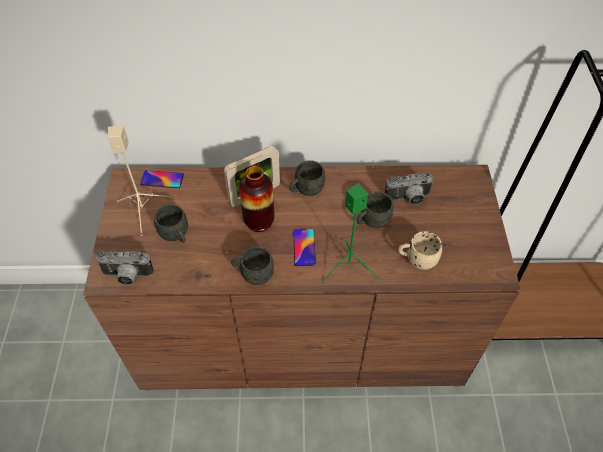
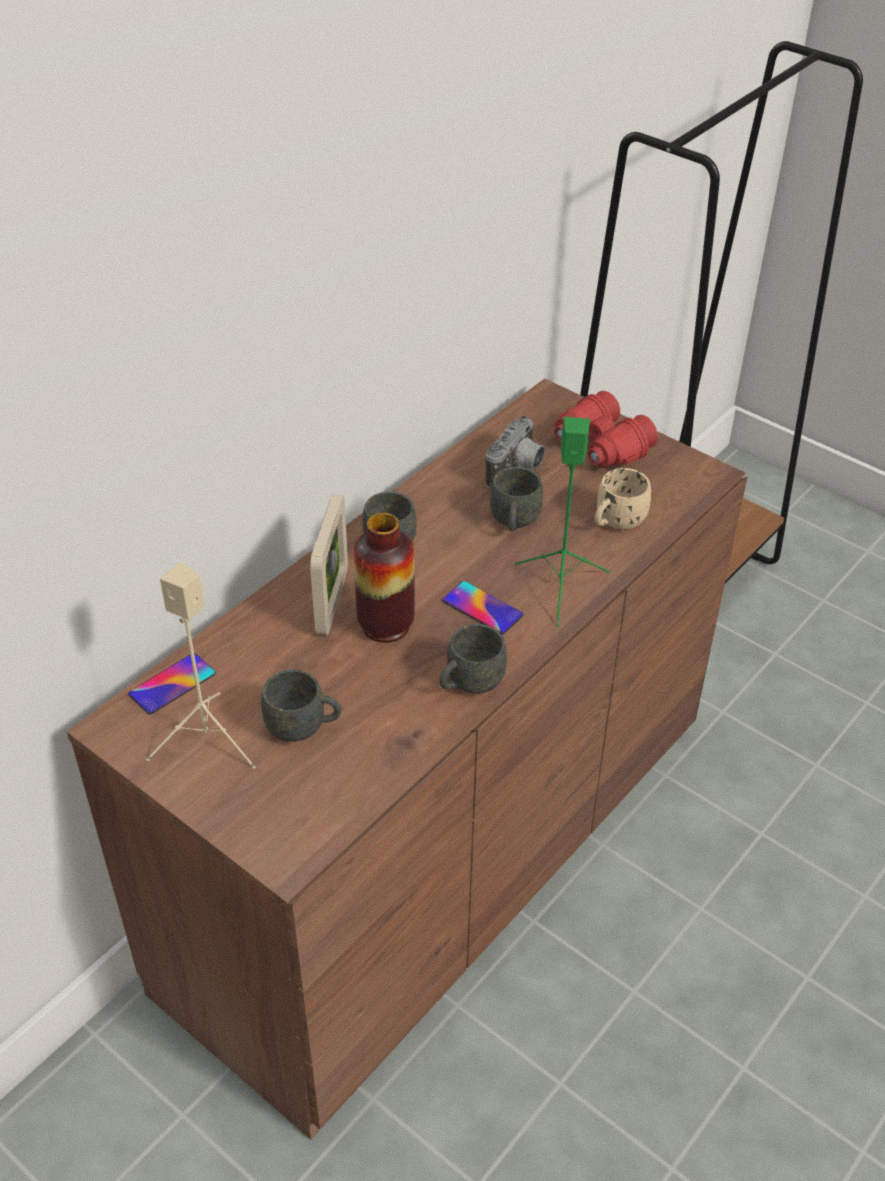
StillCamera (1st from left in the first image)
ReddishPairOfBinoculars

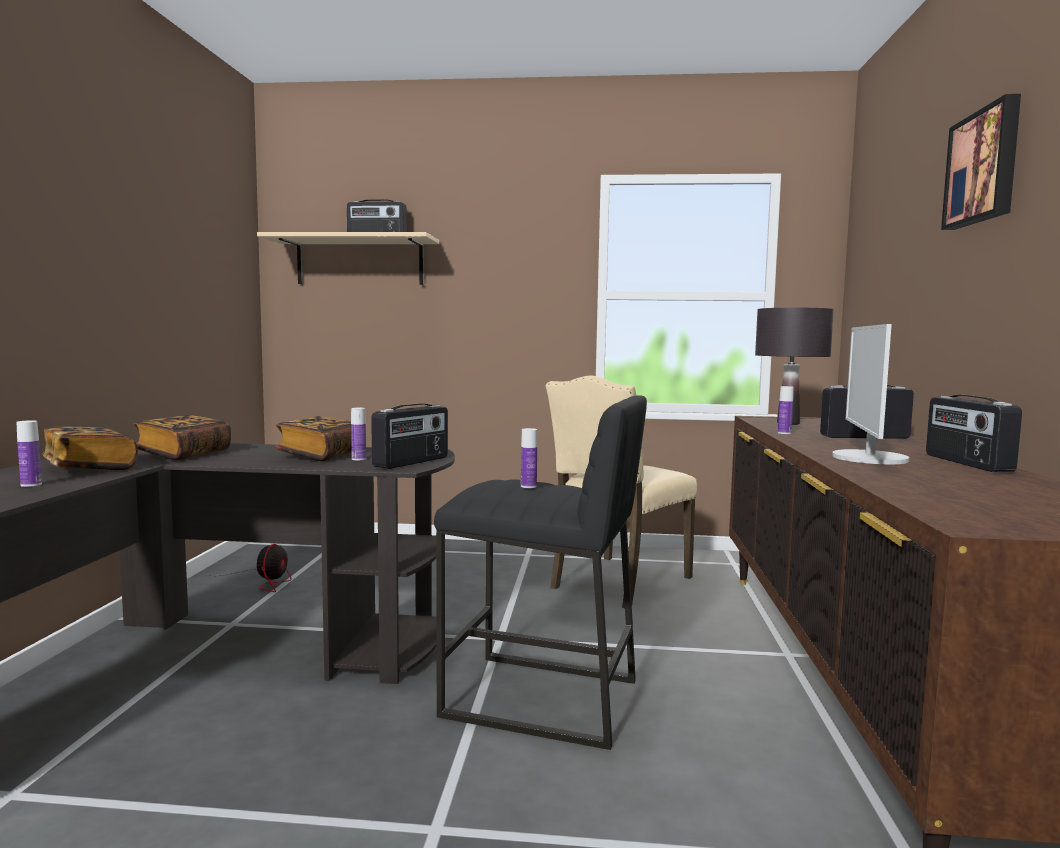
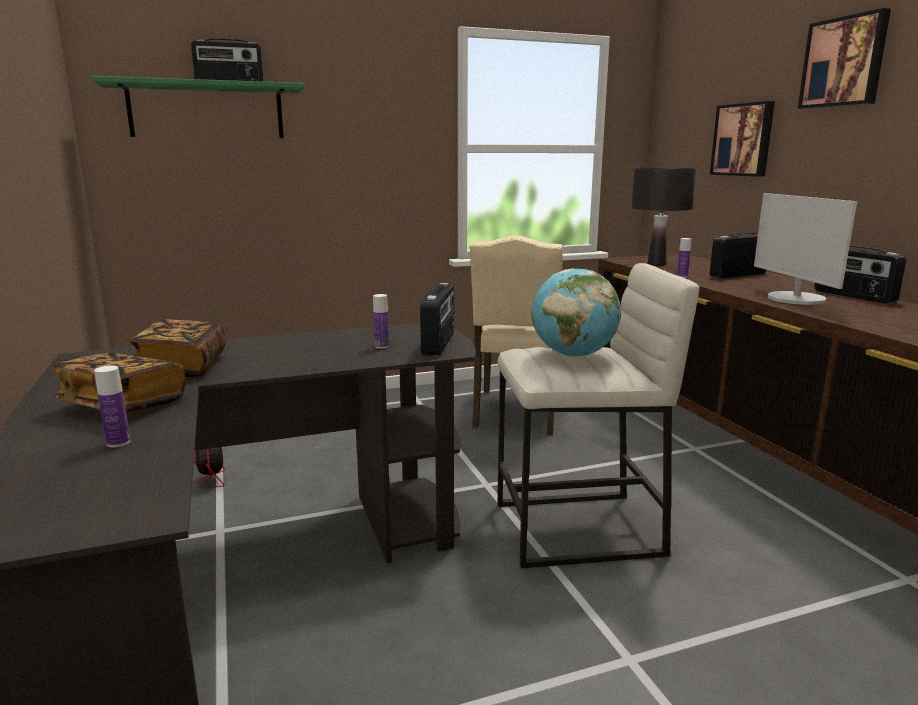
GreenWallShelf
BoundBook (3rd from left in the first image)
SandColouredStool
Globe
WallPicture (1st from left)

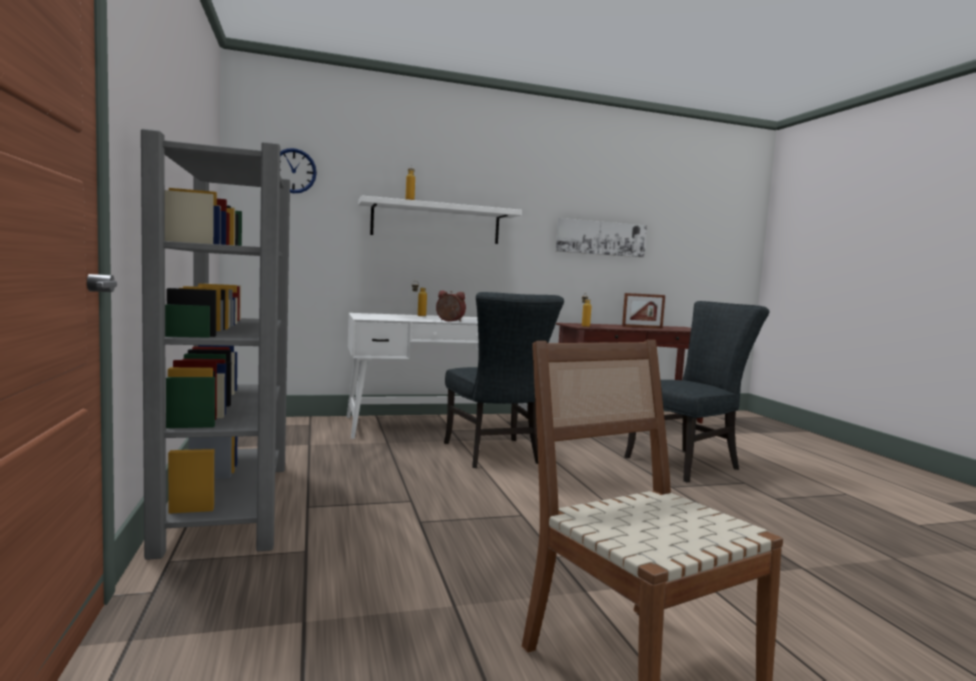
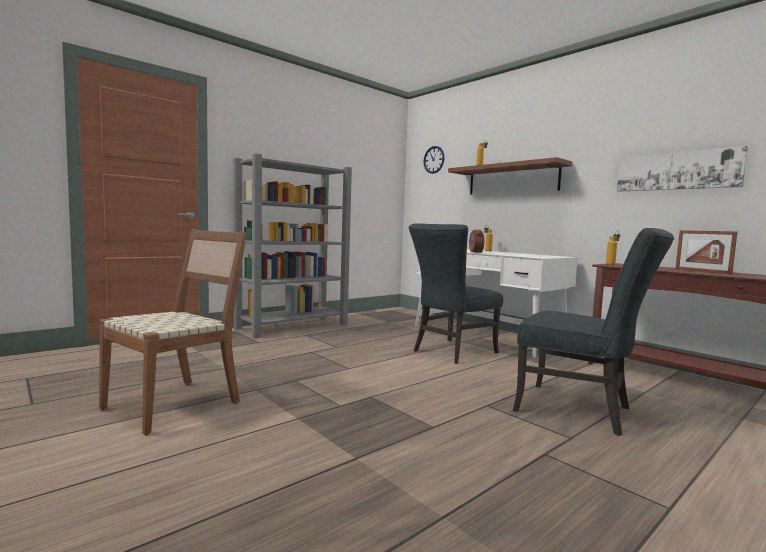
BrownishWallShelf

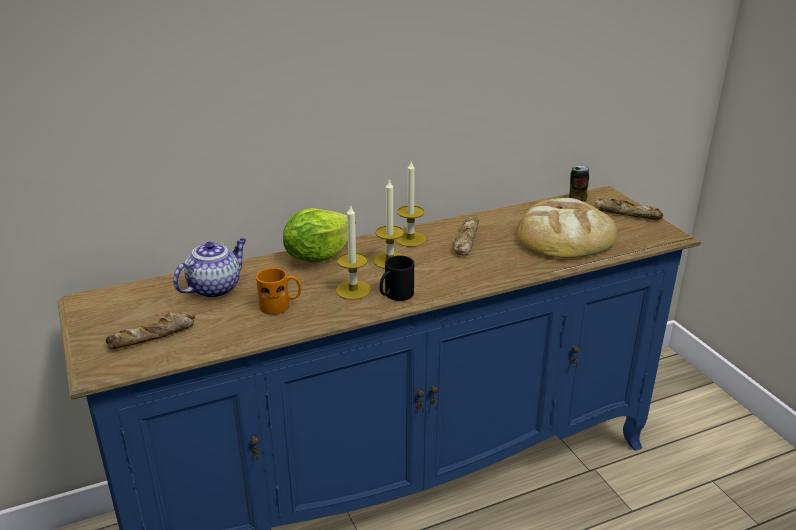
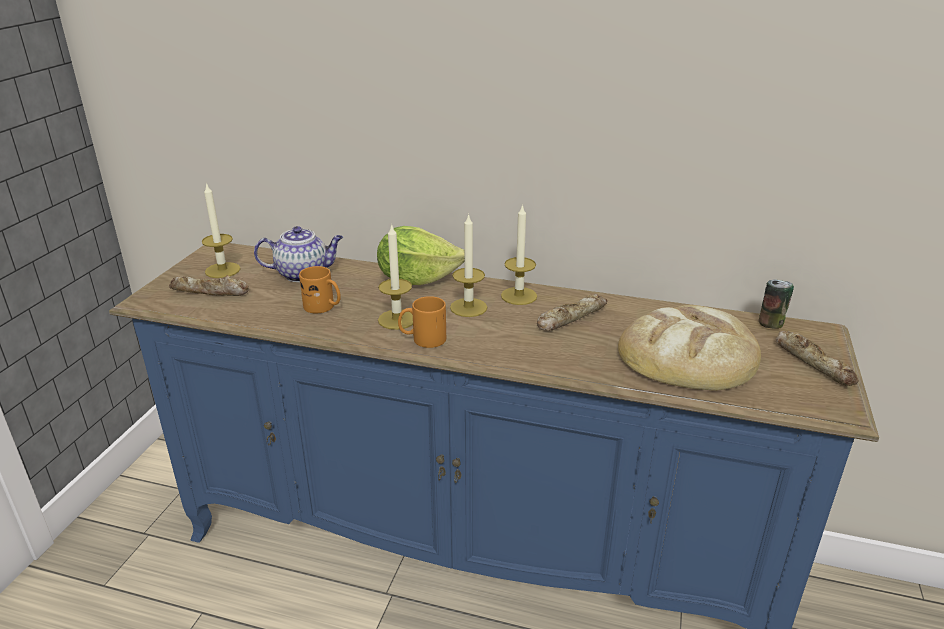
OrangeyMug (2nd from left)
WaxLight (1st from left)

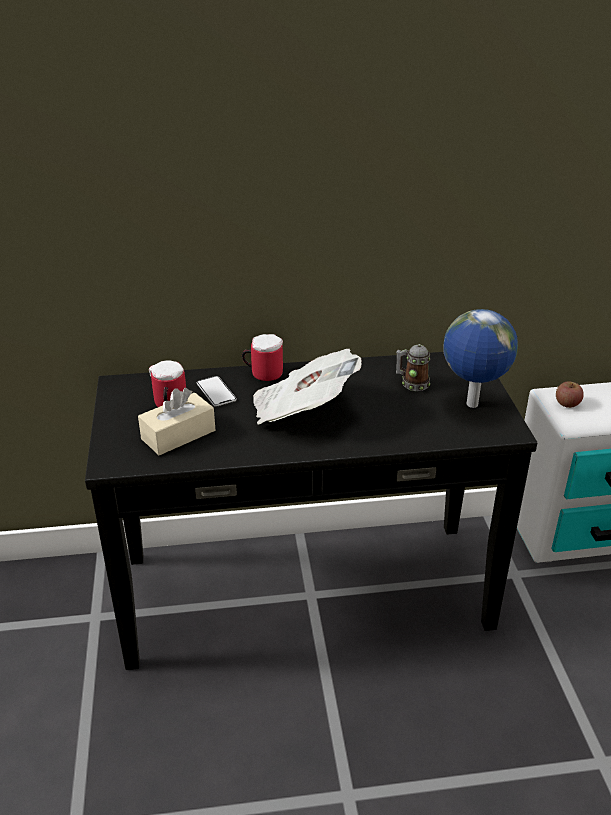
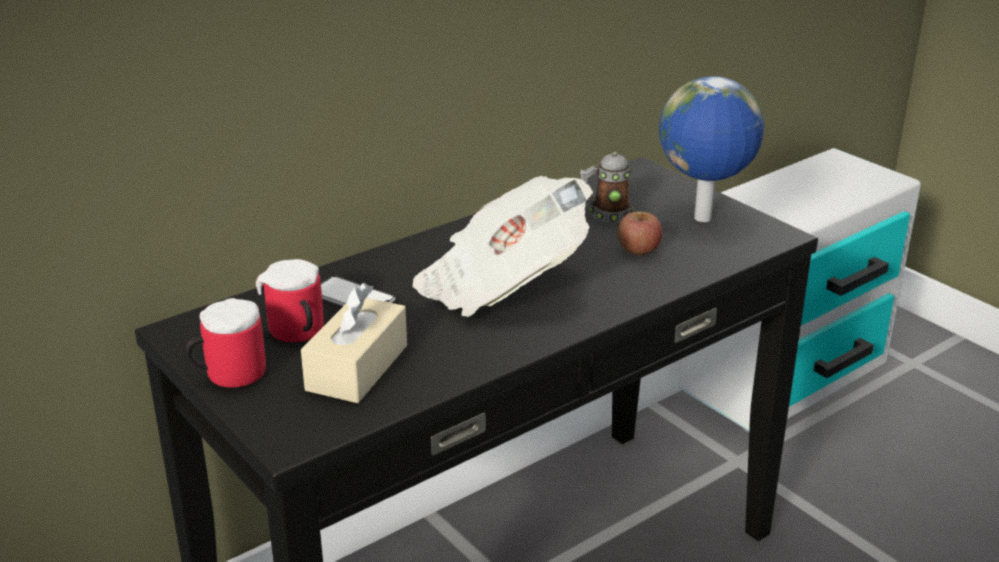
Mug (1st from left)
WholeApple

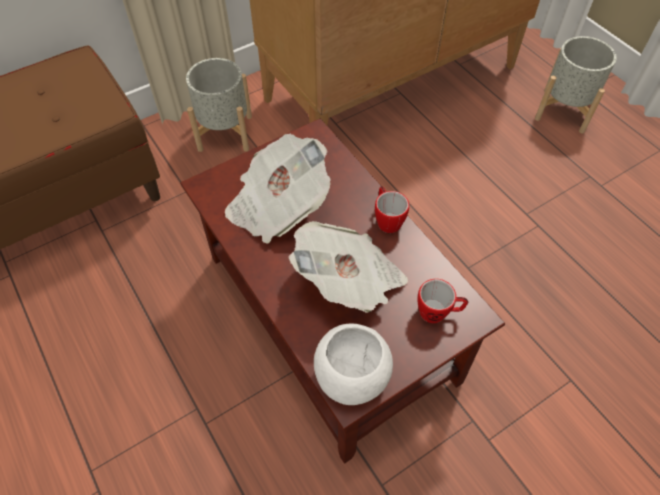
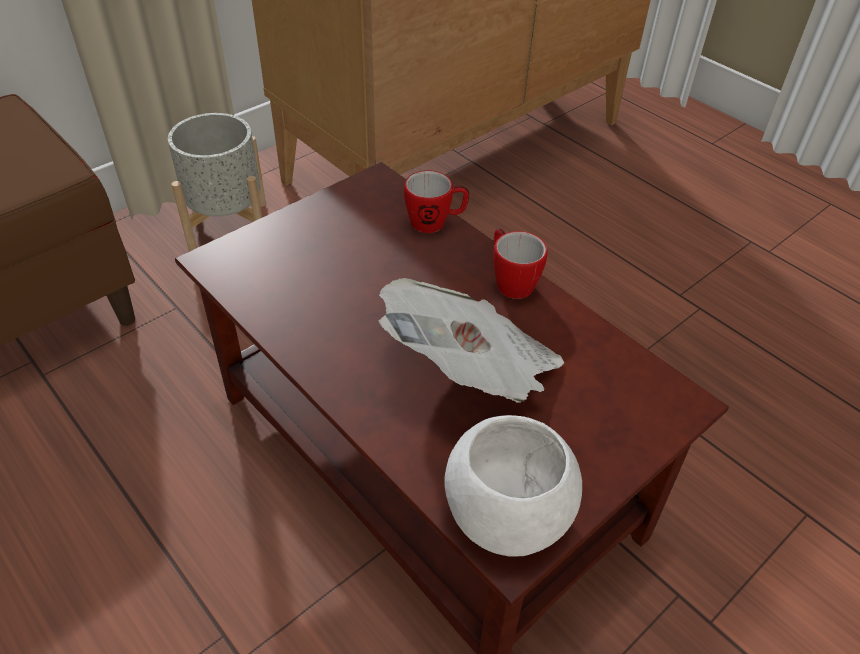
PrintedPaper (1st from left in the first image)
Mug (1st from left)
GreyPlanter (2nd from left in the first image)

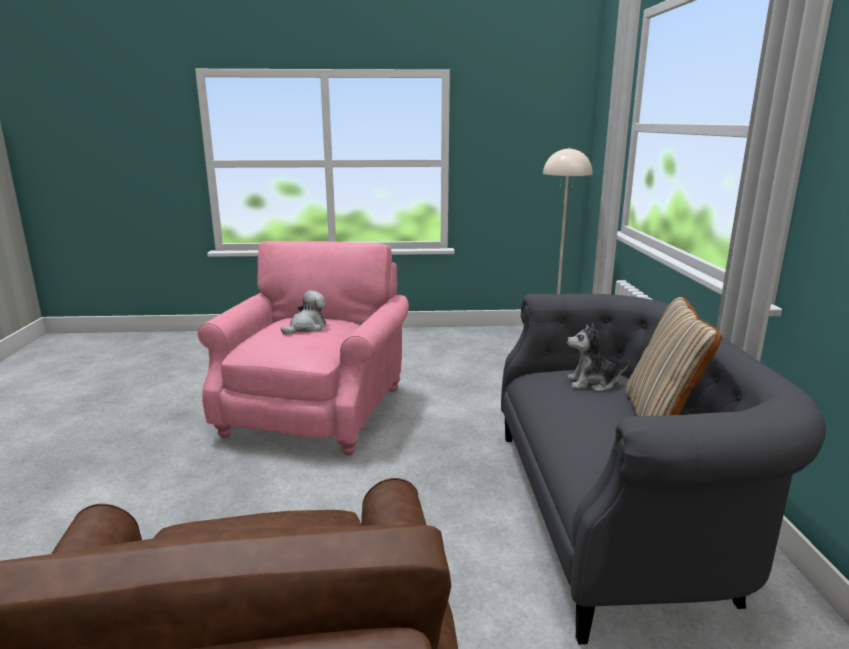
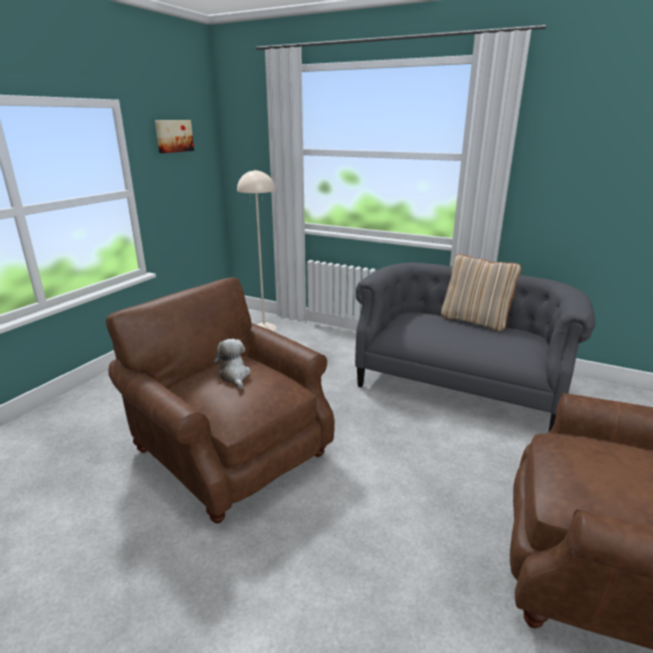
BrownishEasyChair (1st from left)
PlushToy (2nd from left in the first image)
WallPicture

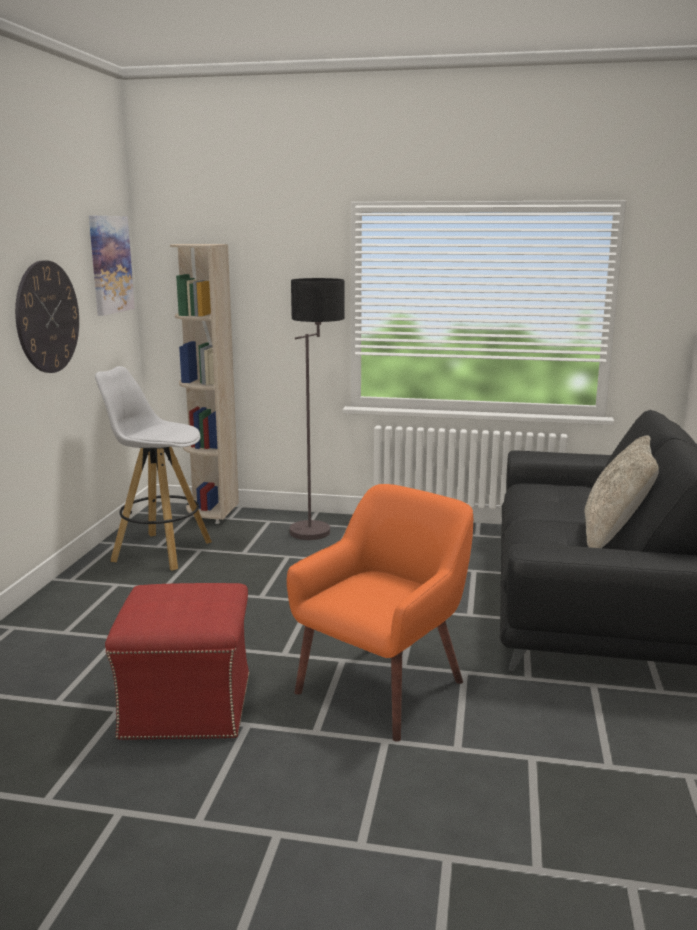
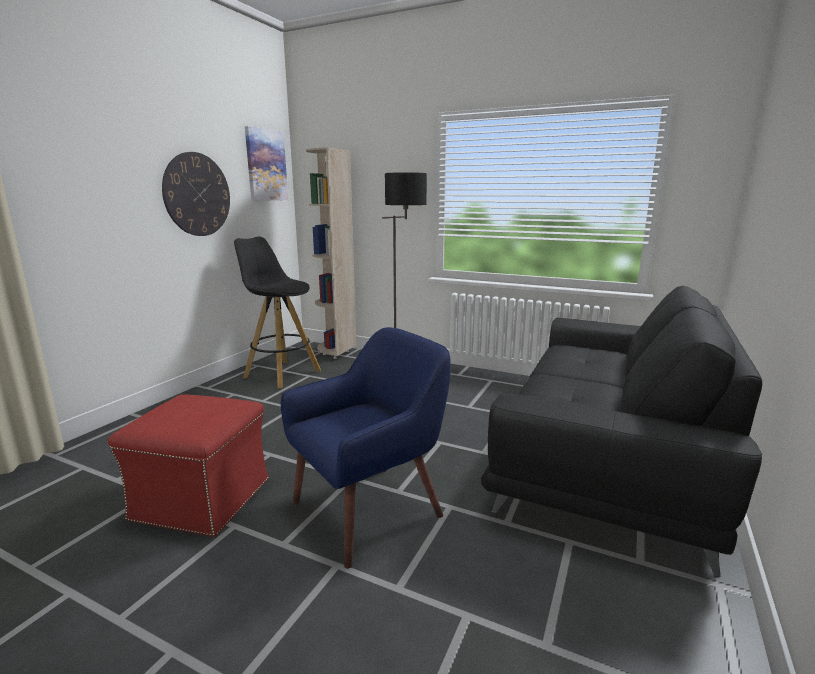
BlackColouredStool
BlueEasyChair
SandColouredPillow

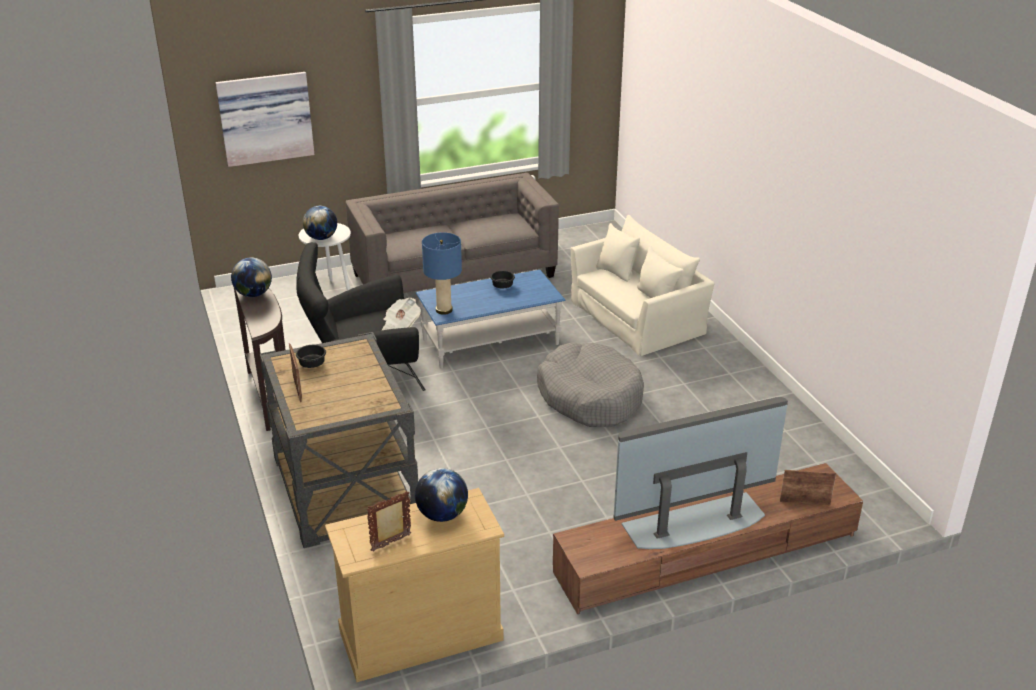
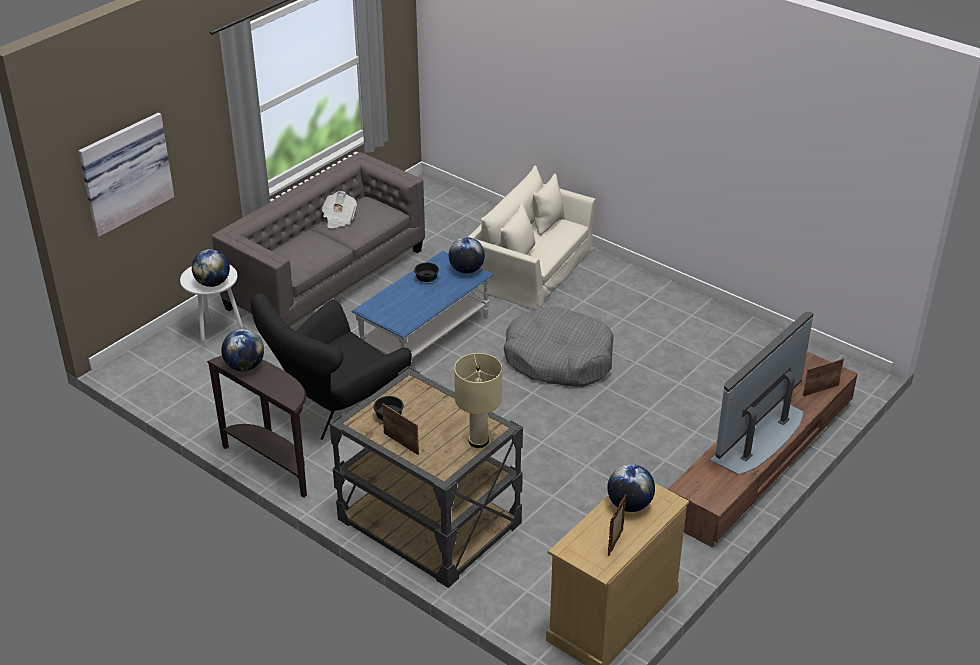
PrintedPaper
BlueTabletopLamp
SandColouredEasyChair
Globe (3rd from left)
SandColouredTabletopLamp

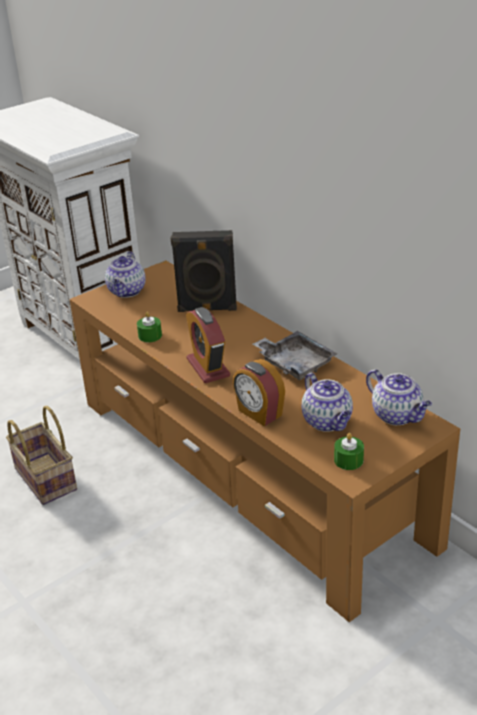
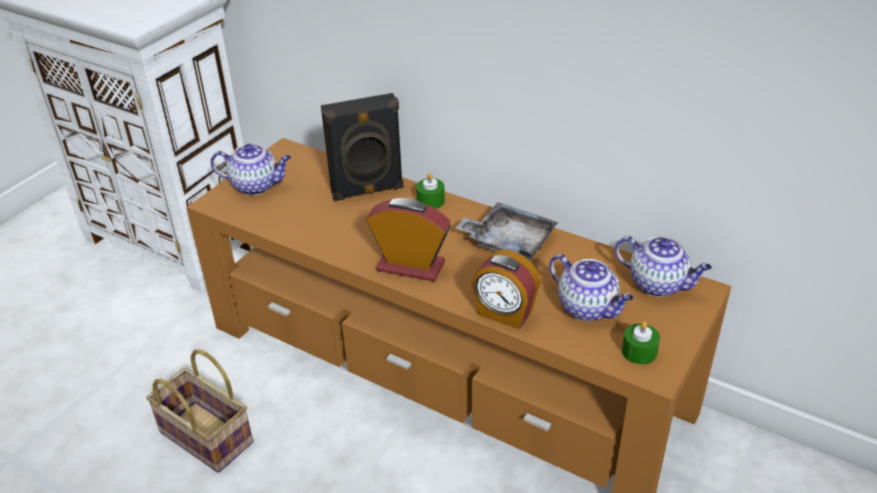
TeaPot (1st from left)
GreenWaxLight (1st from left)
AlarmClock (1st from left)

